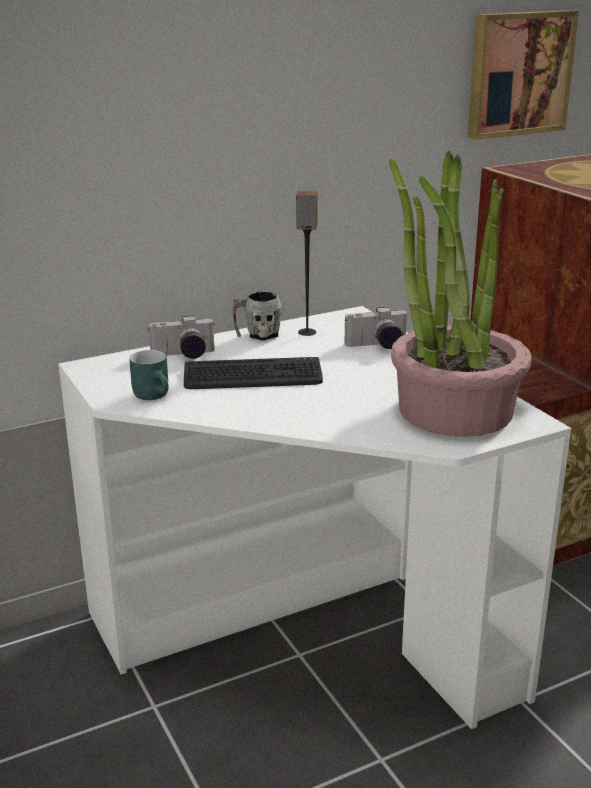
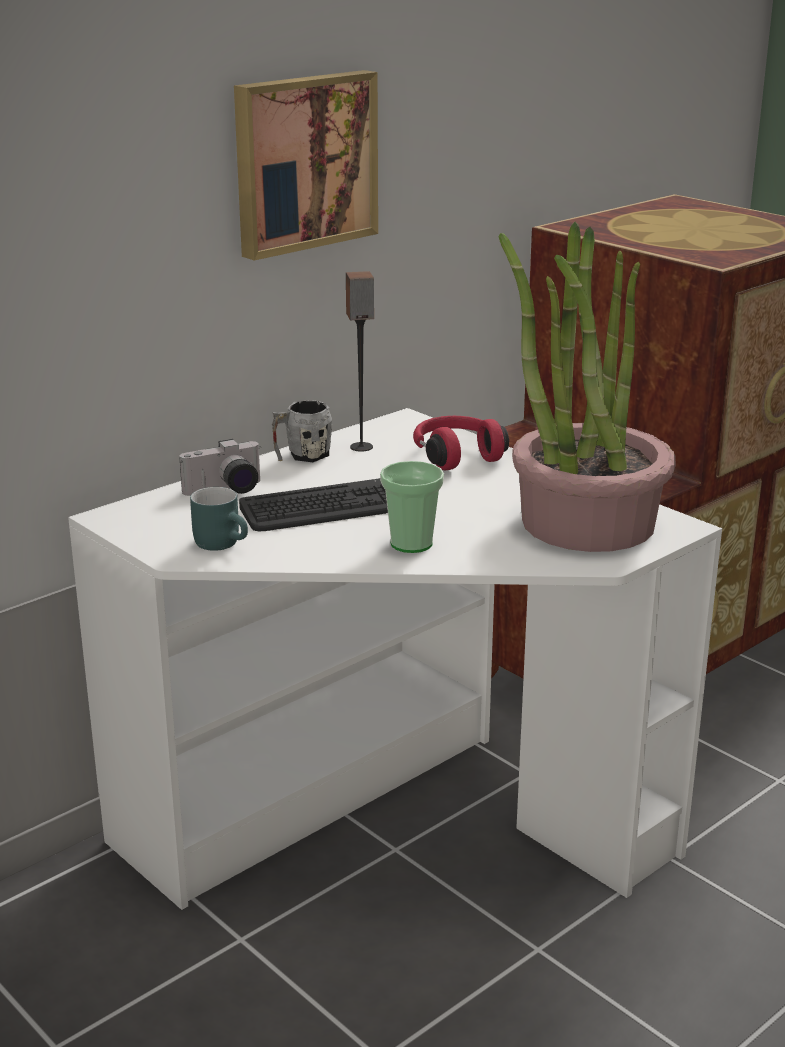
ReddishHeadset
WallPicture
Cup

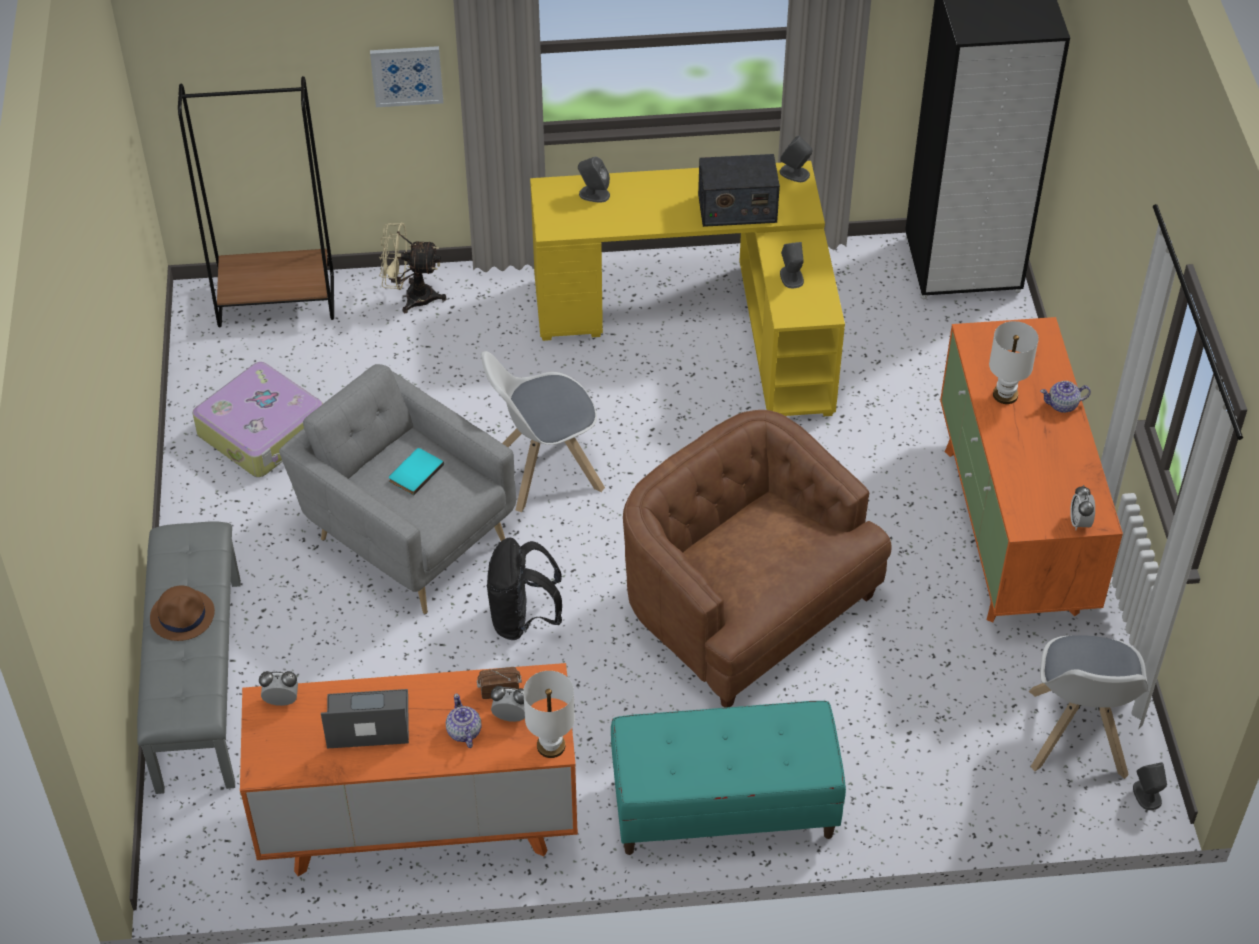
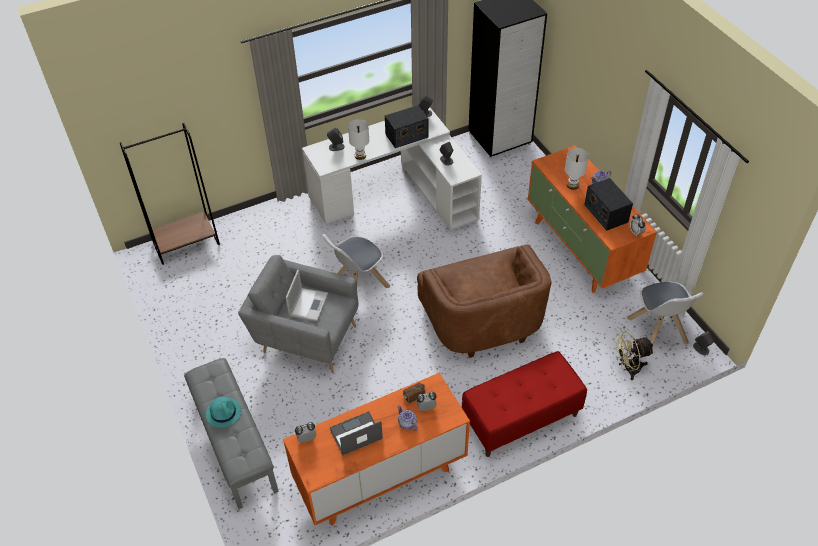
TurquoiseColouredHat
PieceOfLuggage
WallPicture
SandColouredFan
NotebookComputer (1st from left)
BlackColouredBackpack
WhitishTabletopLamp (1st from left)
WhitishDeskUnit
ReddishLongSeat
BrownishEasyChair
Radio (3rd from left)

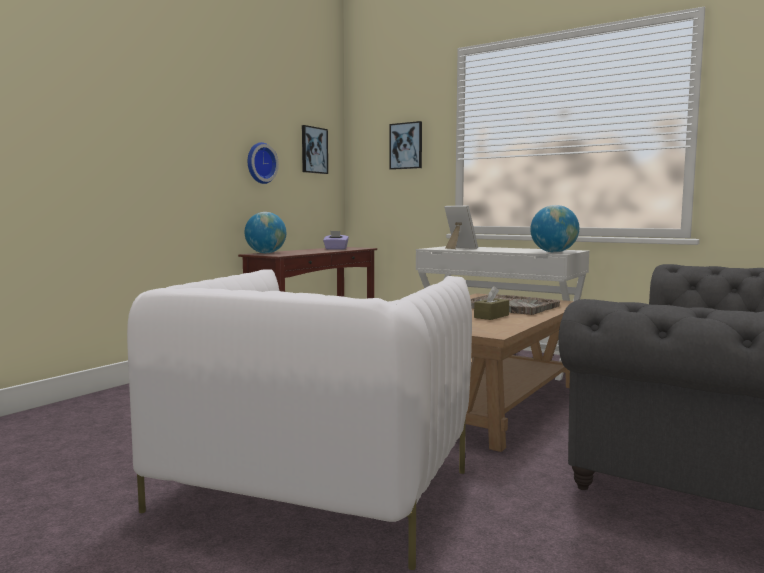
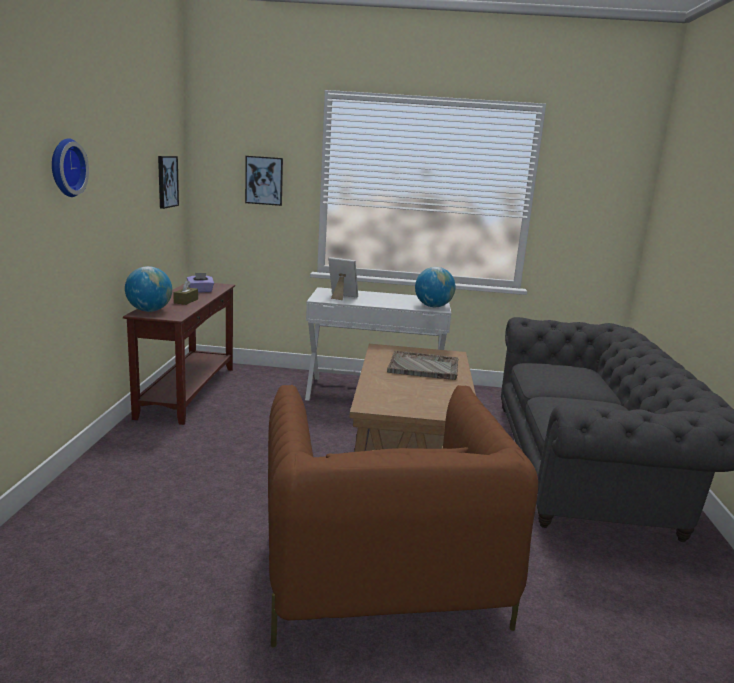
BrownishEasyChair
WallClock
BrownishTissueBox

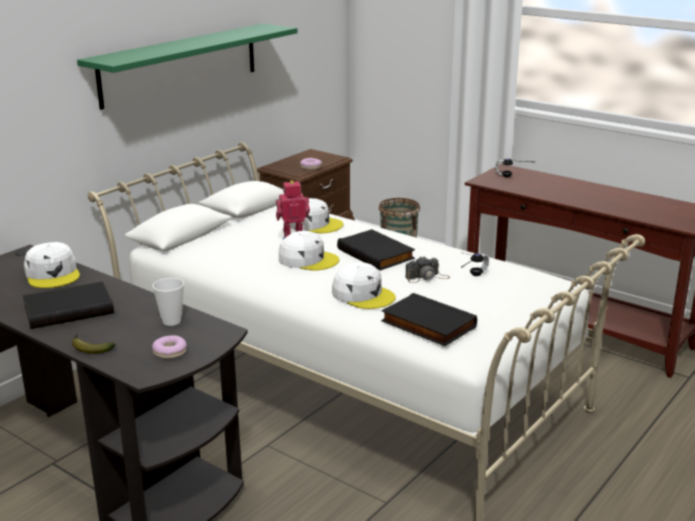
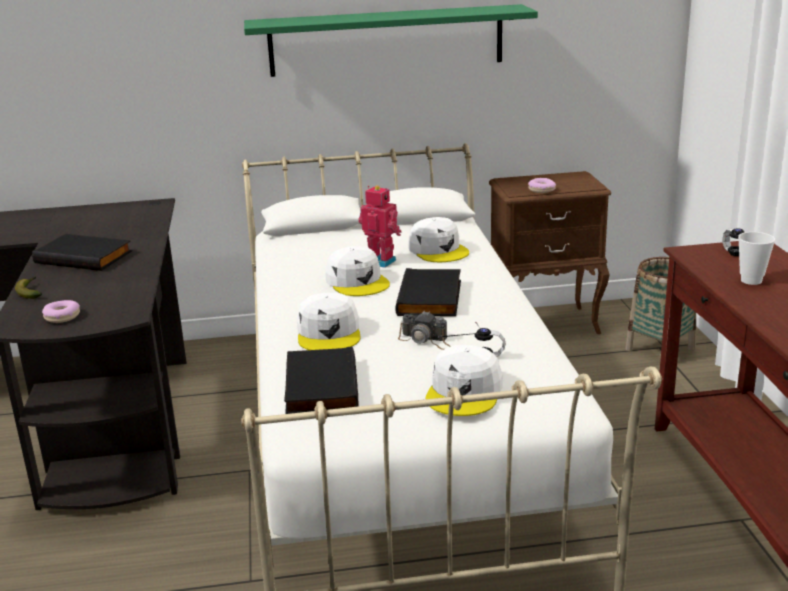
WhitishBaseballCap (4th from left)
Cup

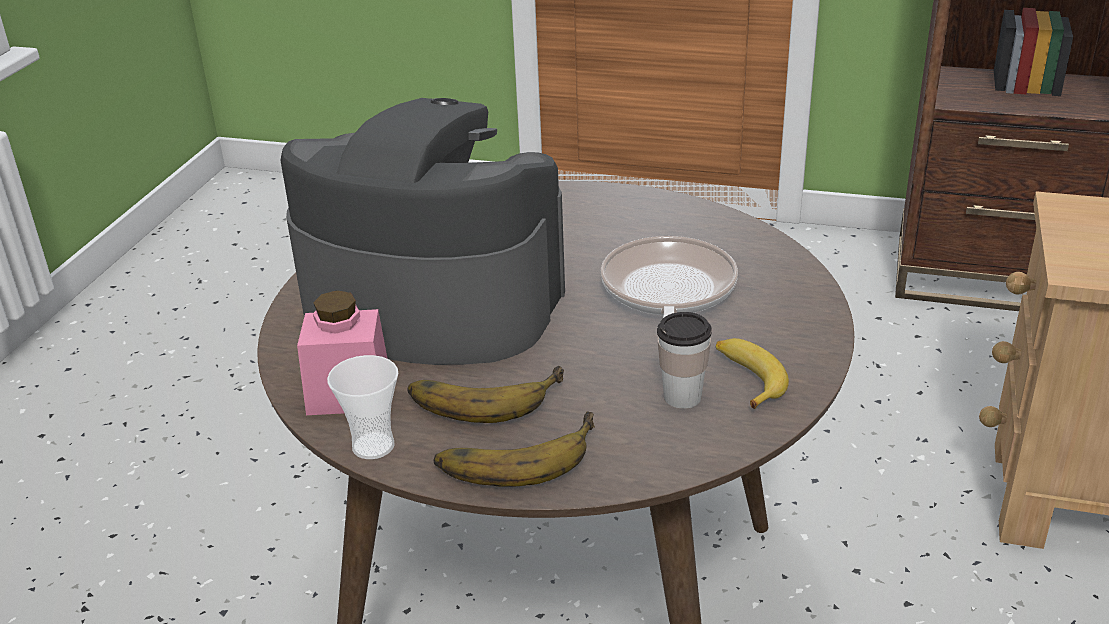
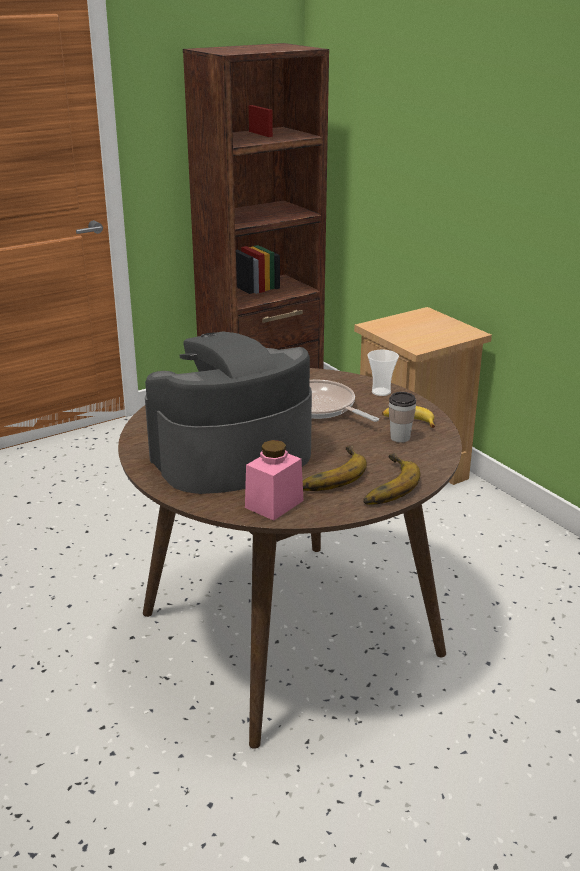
Cup (1st from left)

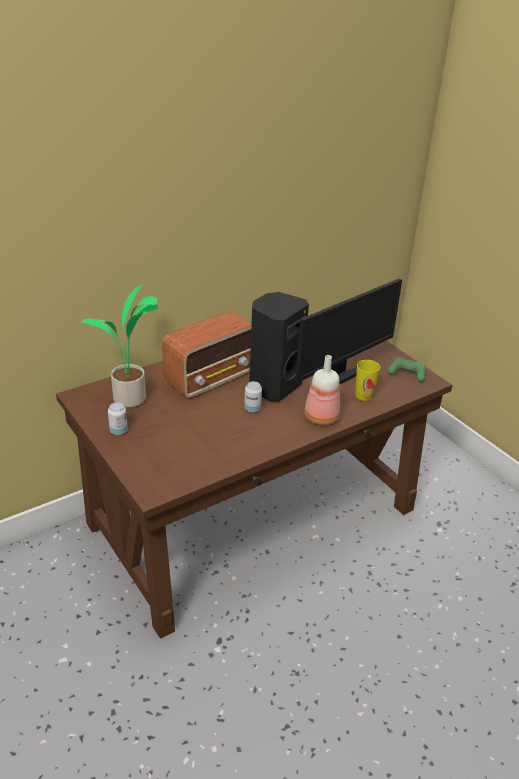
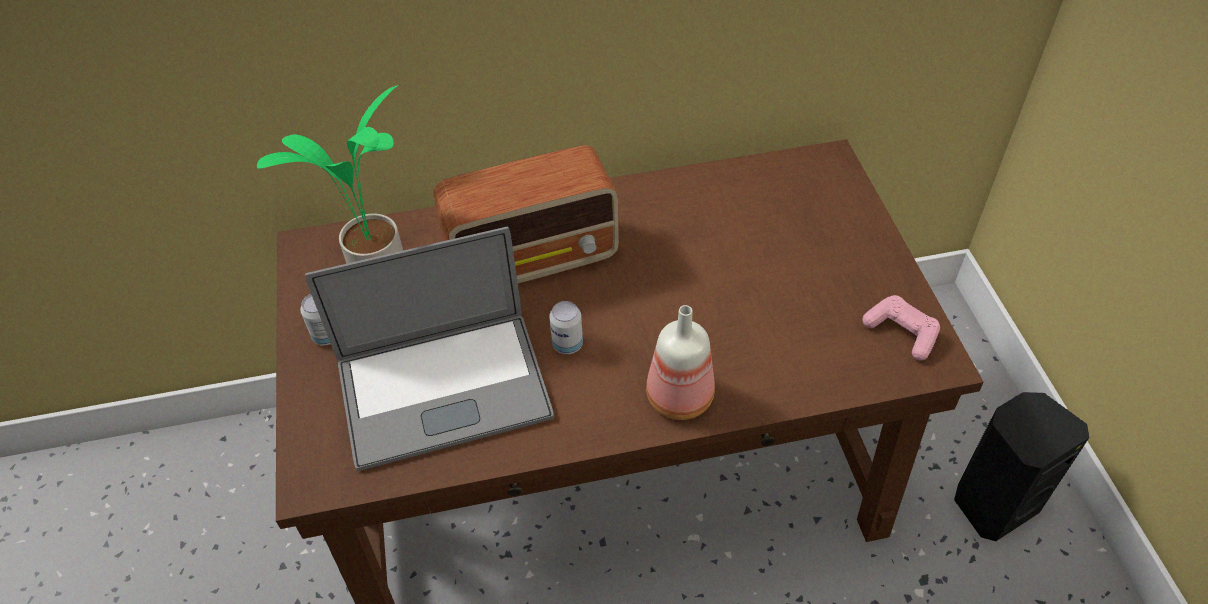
BlackColouredAudioSpeaker
Monitor
Cup
PinkColouredGamepad
NotebookComputer

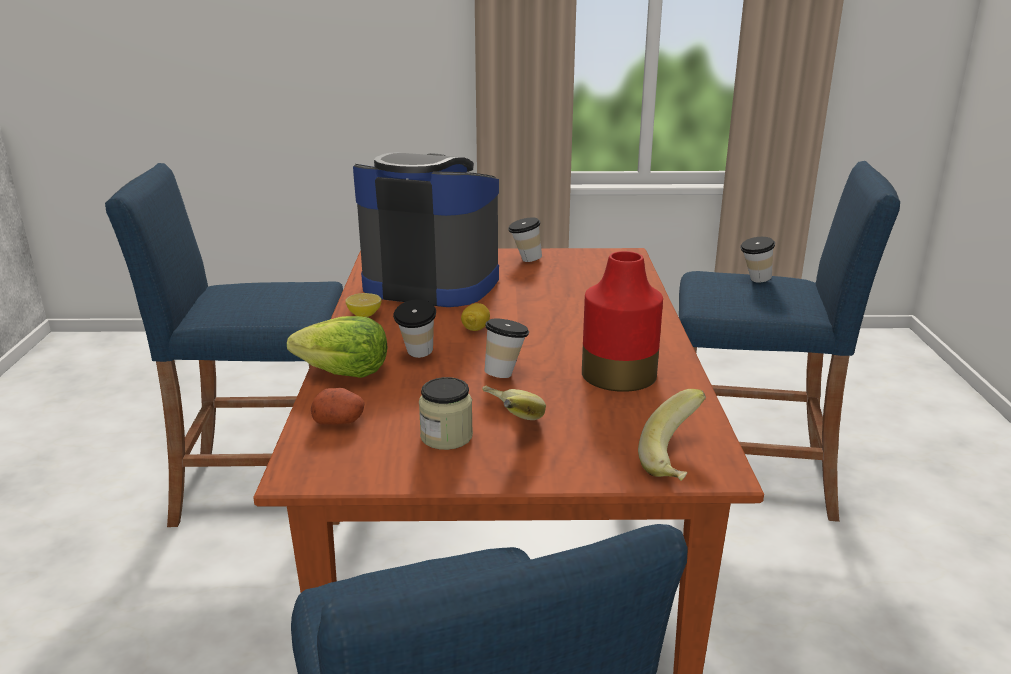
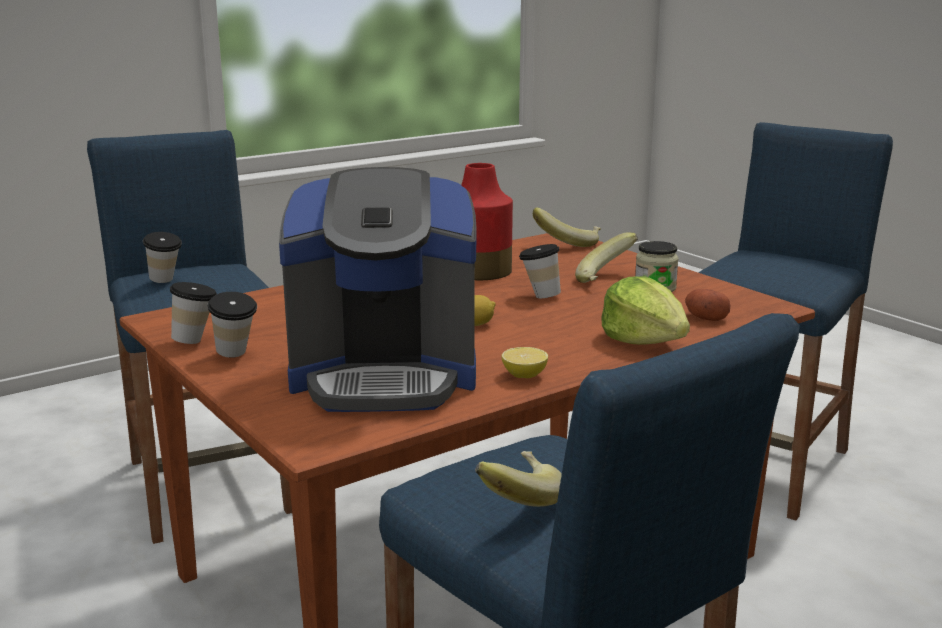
CoffeeBrewer
Cup (2nd from left)
BananaFruit (1st from left)

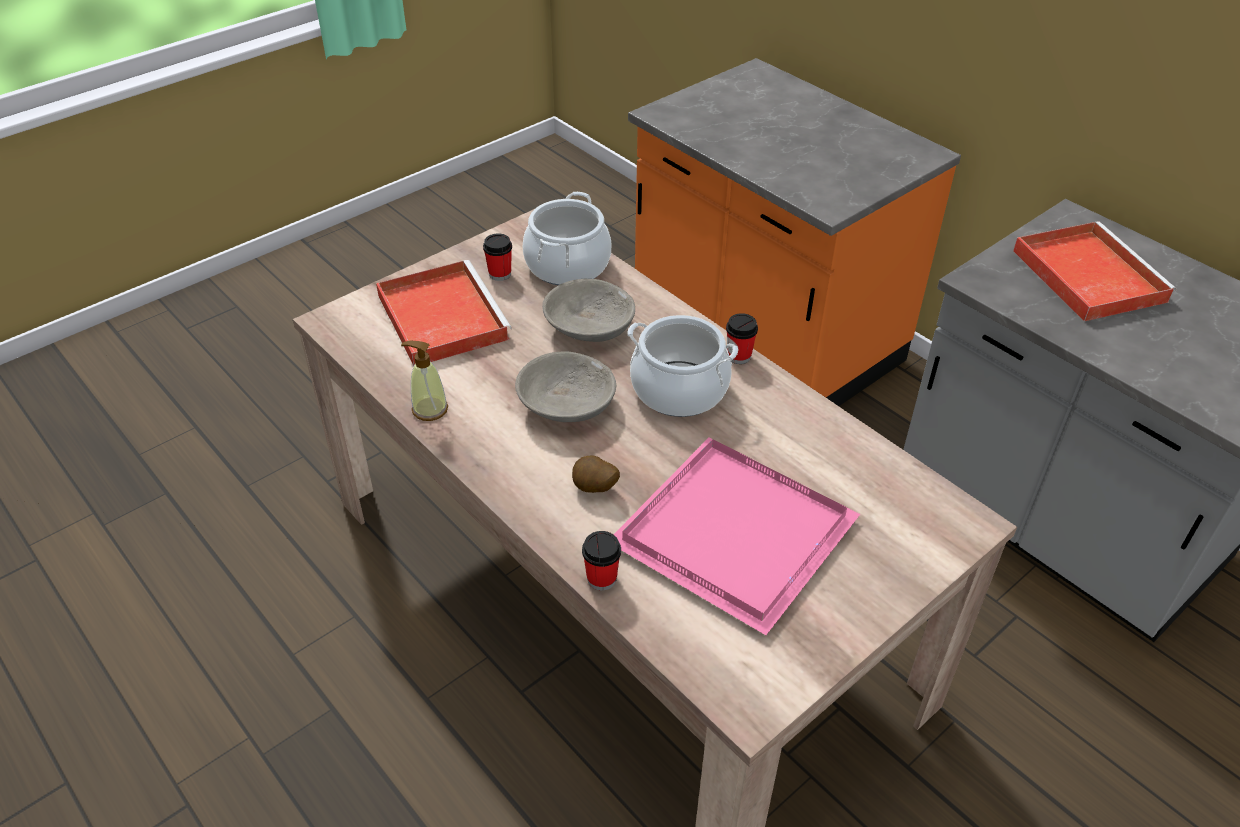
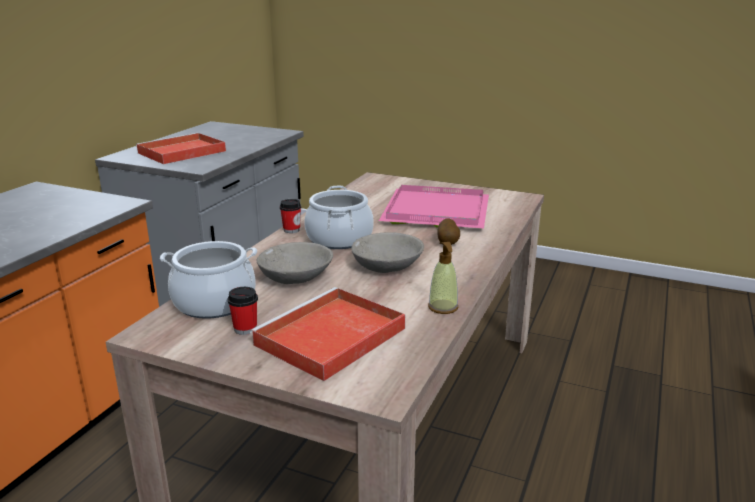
Cup (2nd from left in the first image)

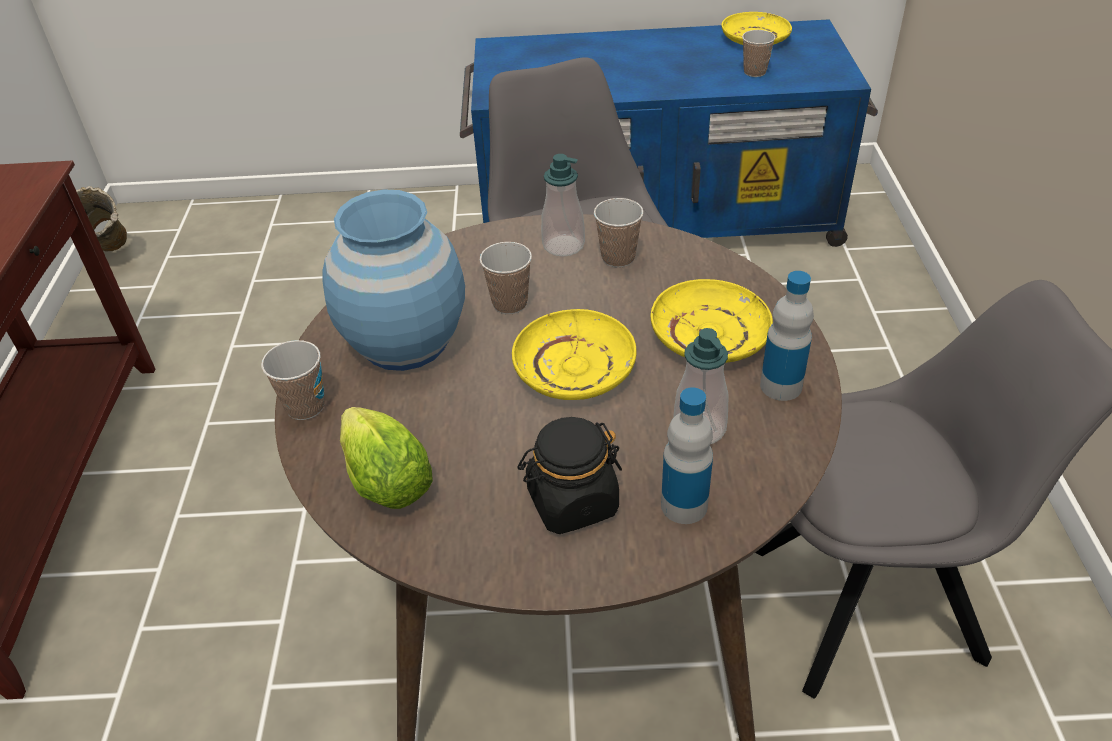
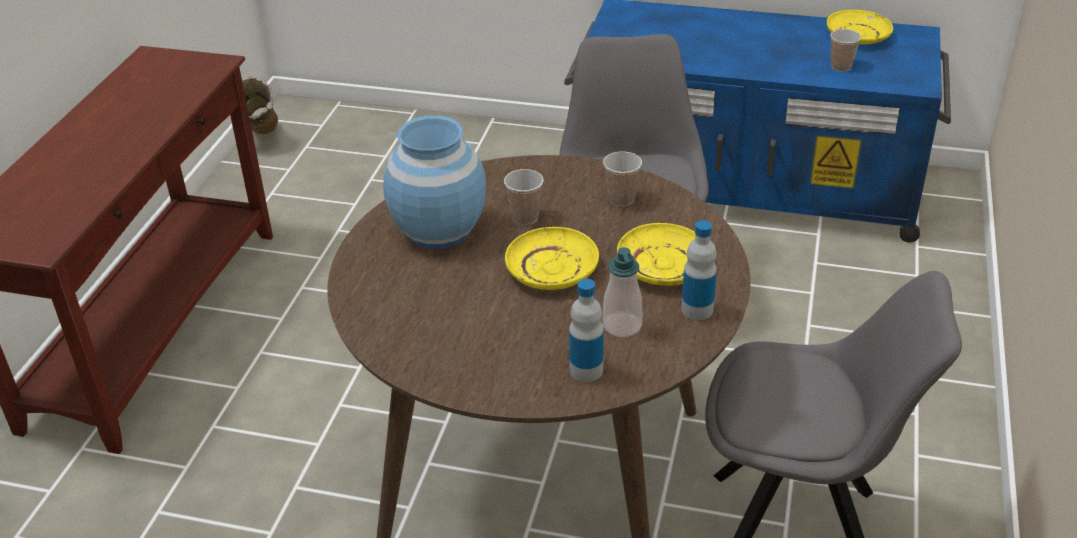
Cup (1st from left in the first image)
LettuceHead
BlackColouredStorageJar
LiquidSoapBottle (1st from left in the first image)

